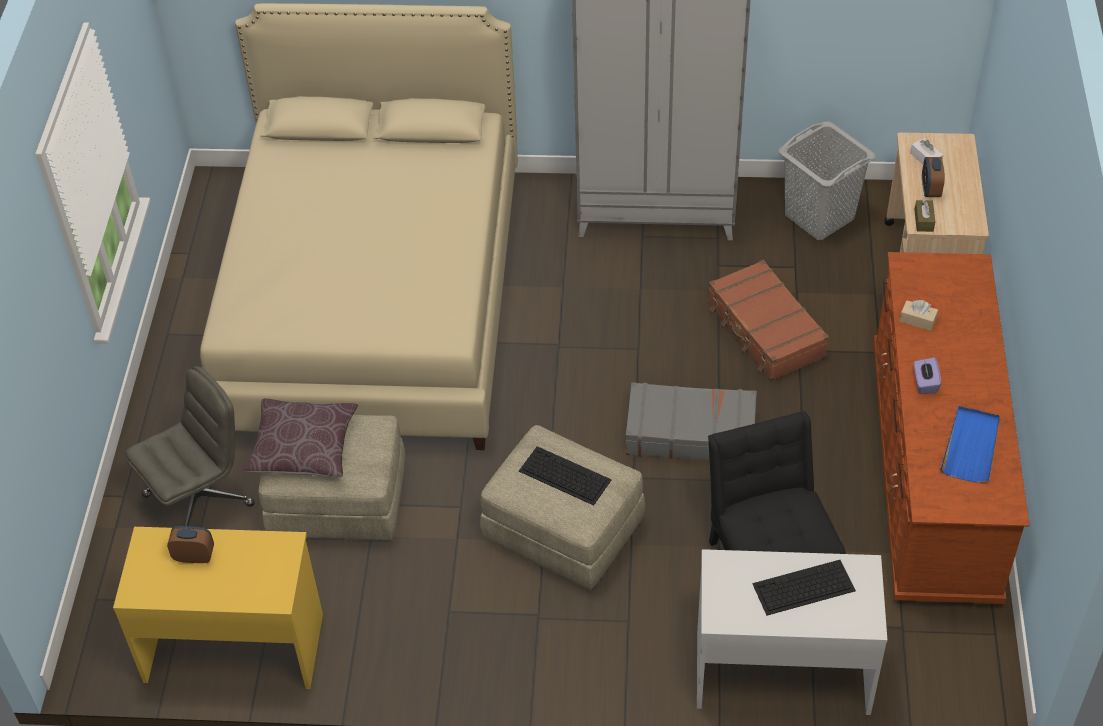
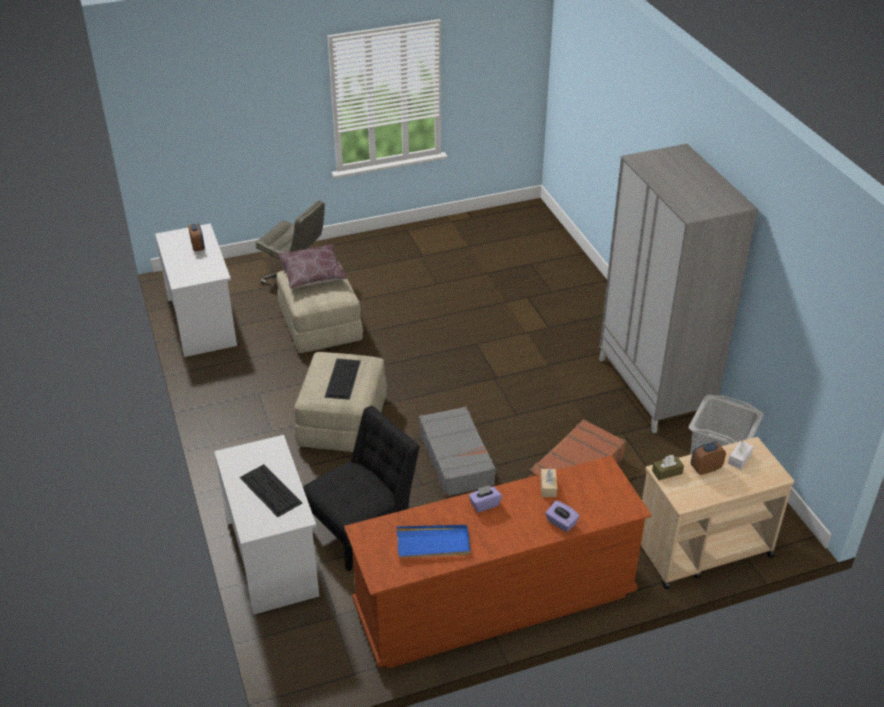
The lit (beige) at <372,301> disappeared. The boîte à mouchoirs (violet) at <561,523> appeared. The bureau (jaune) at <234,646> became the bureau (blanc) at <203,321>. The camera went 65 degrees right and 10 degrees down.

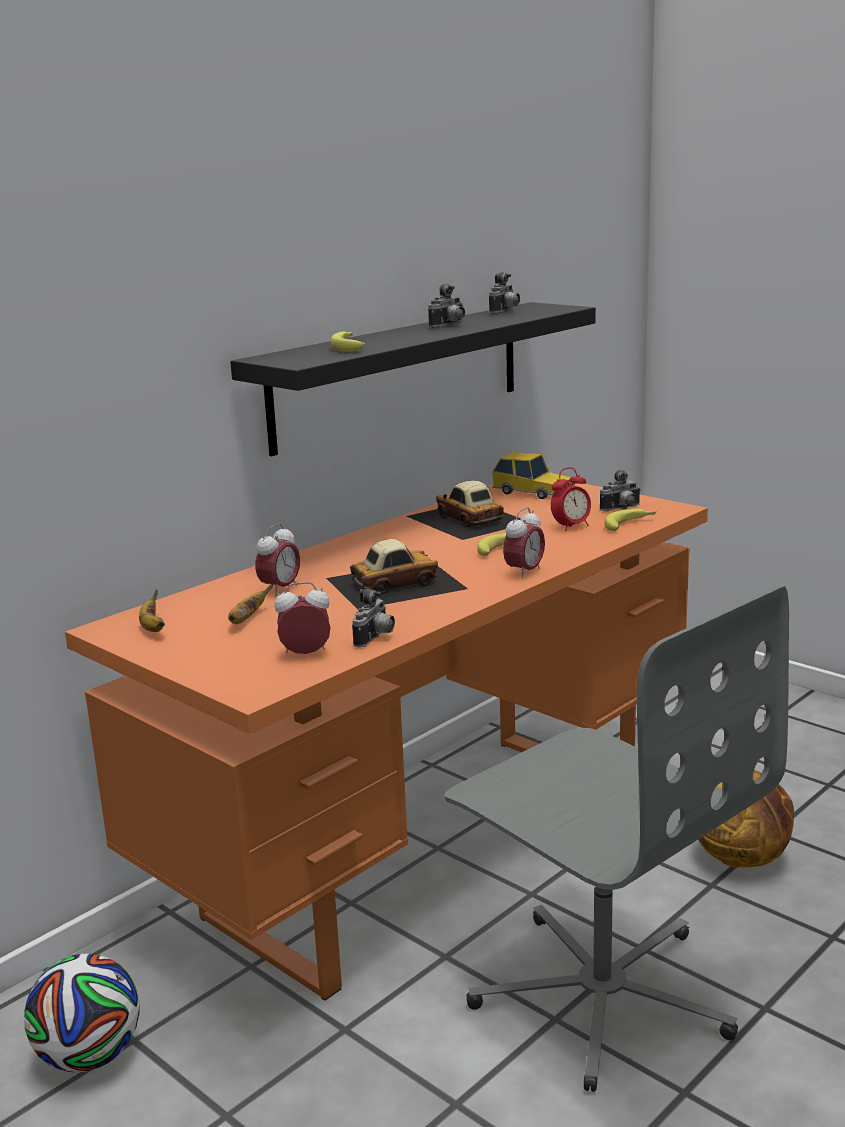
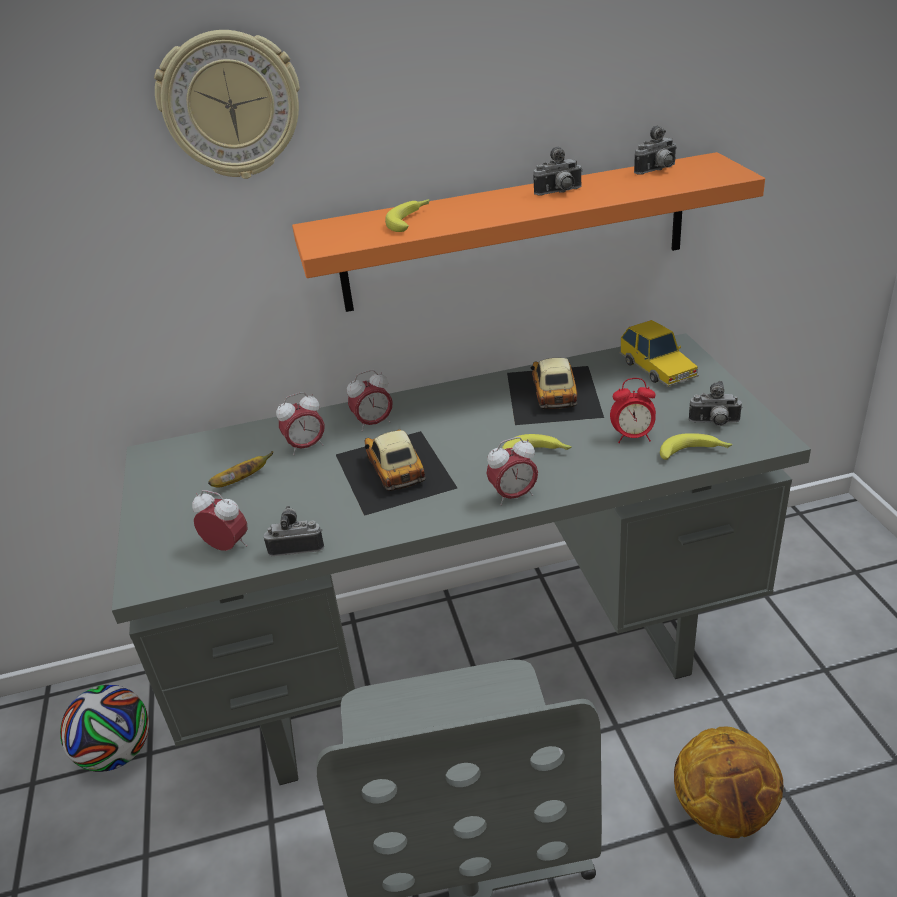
The banane at <152,628> disappeared. The horloge murale at <231,106> appeared. The réveil at <373,424> appeared. The bureau (orange) at <433,846> became the bureau (gris) at <472,665>. The étagère (noir) at <400,374> became the étagère (orange) at <515,233>. The petite voiture at <394,583> turned 120 degrees counterclockwise. The appareil photo at <376,638> turned 150 degrees counterclockwise. The camera went 35 degrees right and 15 degrees up.

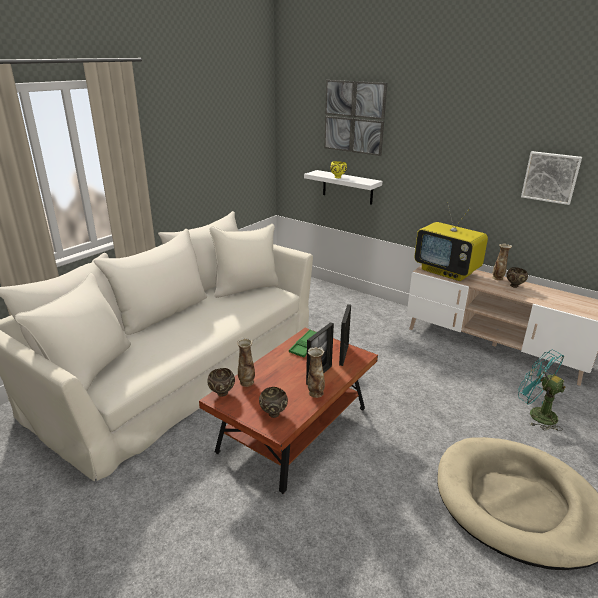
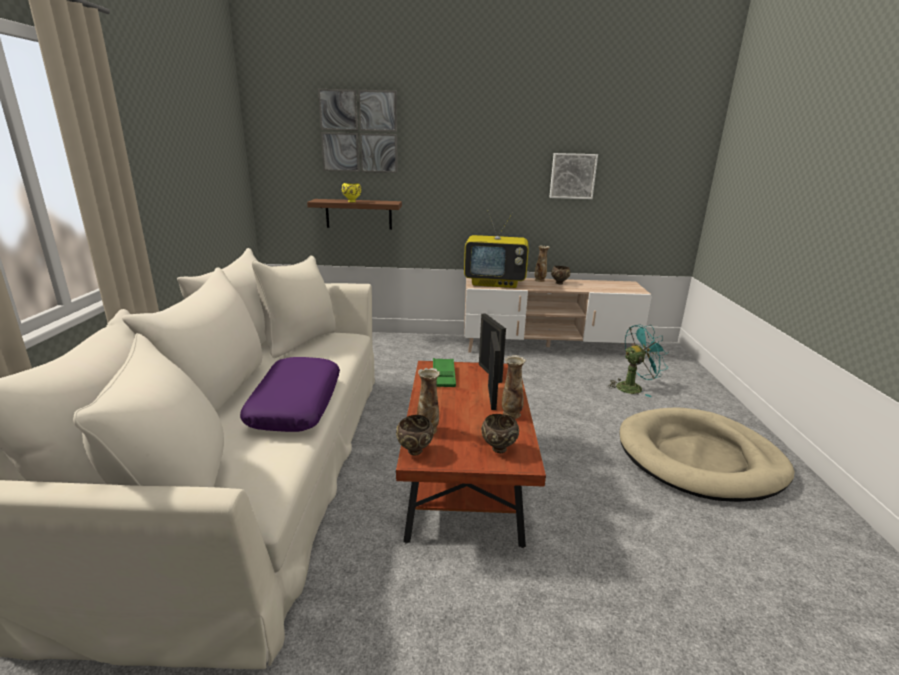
The coussin (violet) at <295,404> appeared. The étagère (blanc) at <347,187> became the étagère (marron) at <358,214>. The ventilateur (turquoise) at <536,414> turned 150 degrees clockwise. The camera went 35 degrees left and 5 degrees down.

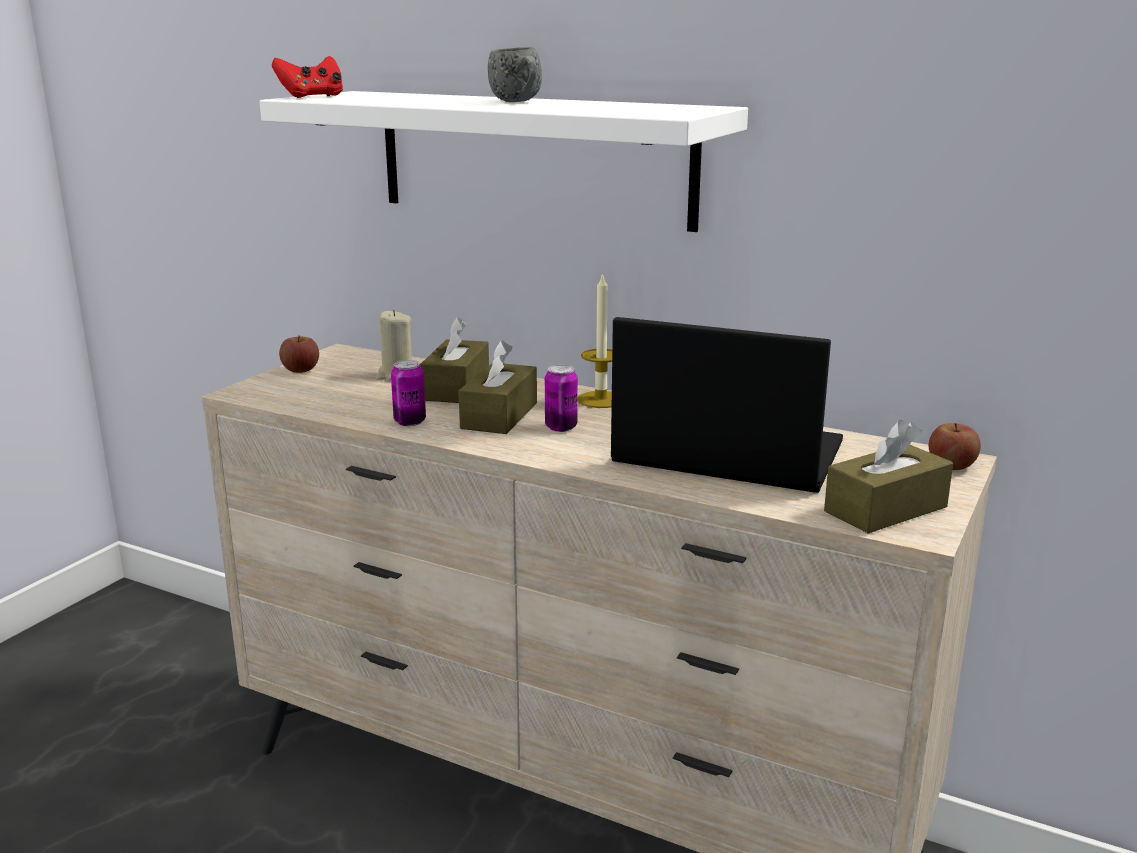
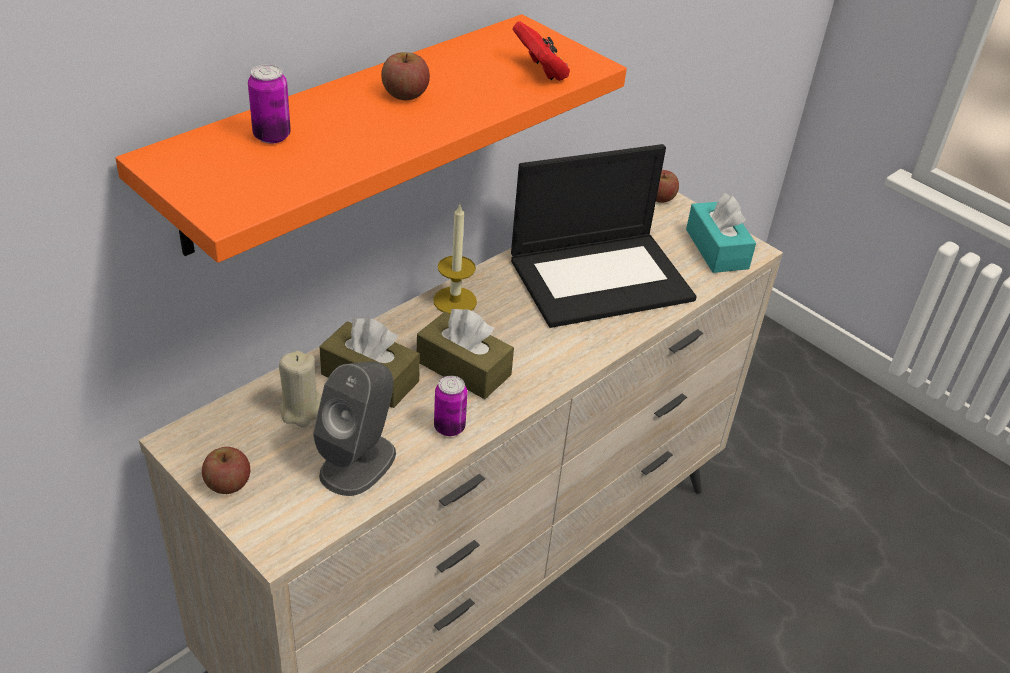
The enceinte (gris) at <358,462> appeared. The manette (rouge) moved from <312,96> to <541,71>. The boîte métallique moved from <561,427> to <272,136>. The mug (gris) at <519,102> was replaced by the pomme at <405,94>. The étagère (blanc) at <533,158> became the étagère (orange) at <346,132>. The boîte à mouchoirs (marron) at <885,509> became the boîte à mouchoirs (turquoise) at <716,249>. The ordinateur portable at <725,453> turned 150 degrees counterclockwise. The camera went 75 degrees left and 20 degrees up.

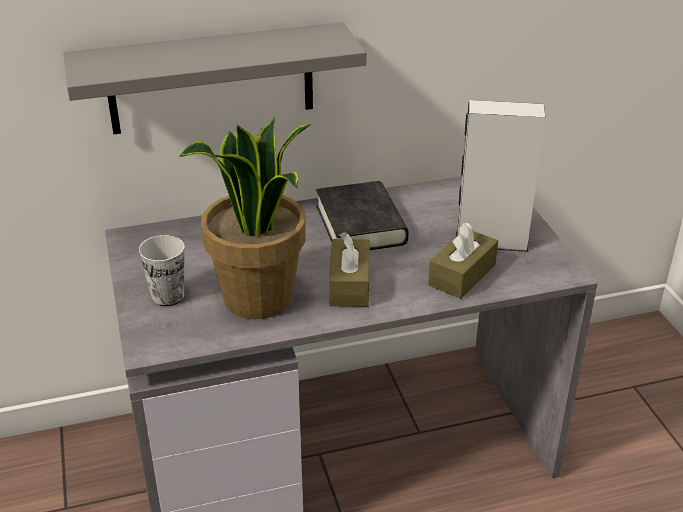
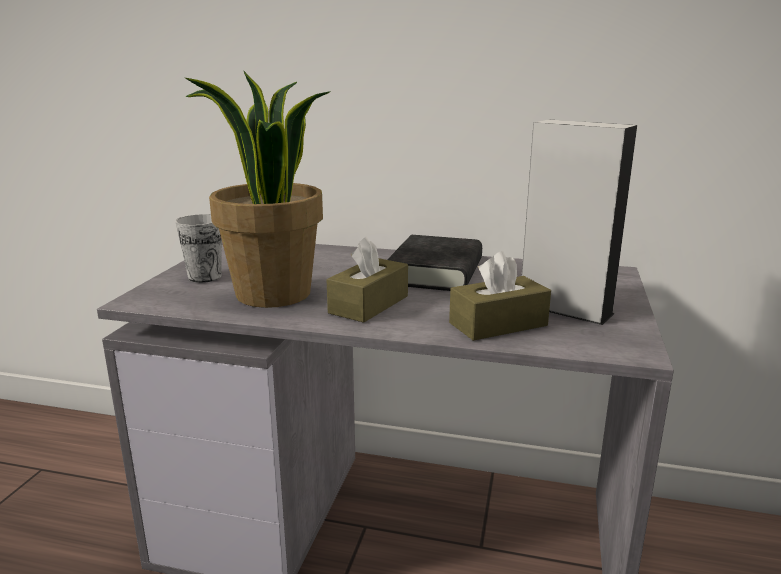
The étagère (gris) at <211,79> disappeared. The camera went 30 degrees right and 15 degrees down.

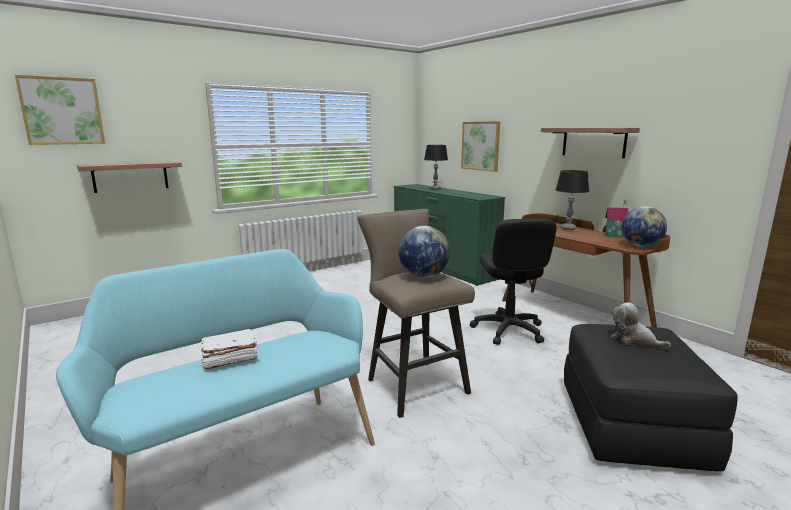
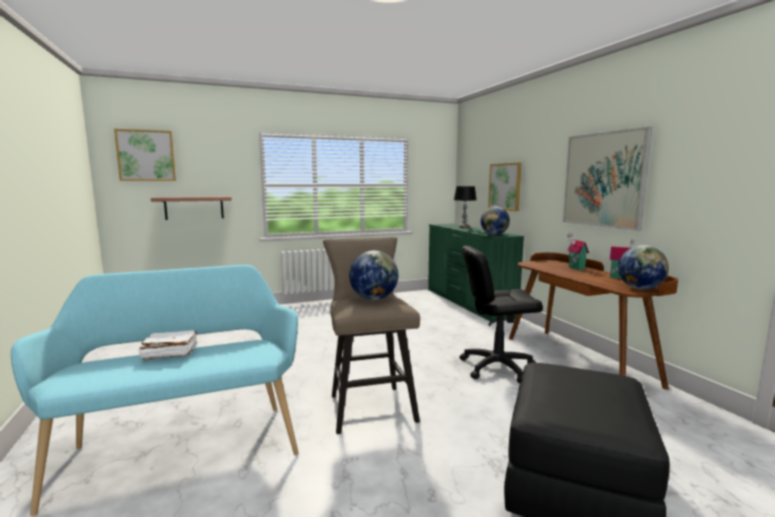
The peluche at <634,340> disappeared. The globe at <494,235> appeared. The étagère at <593,142> was replaced by the tableau at <603,180>. The lampe de table at <568,228> was replaced by the maison miniature at <575,268>. The chaise de bureau (noir) at <508,330> turned 75 degrees clockwise. The camera went 15 degrees right and 5 degrees down.

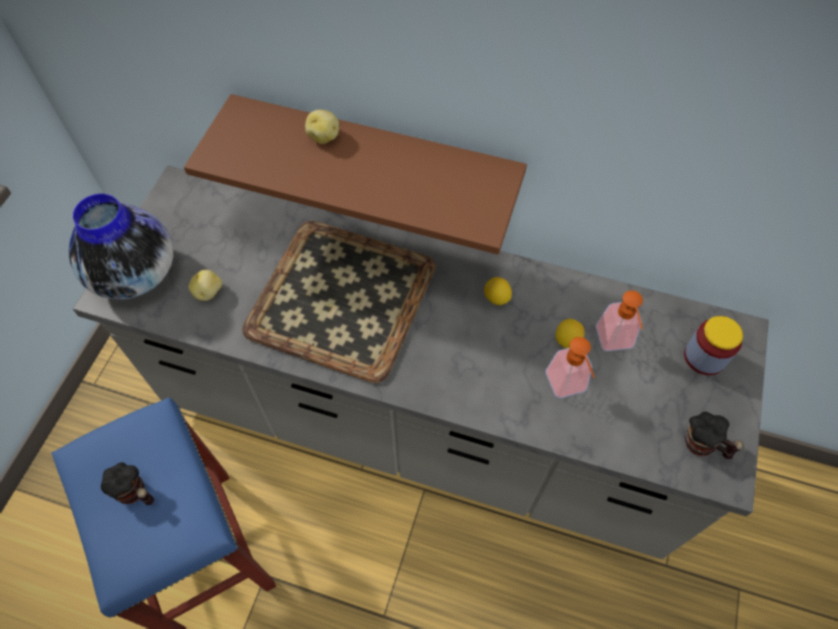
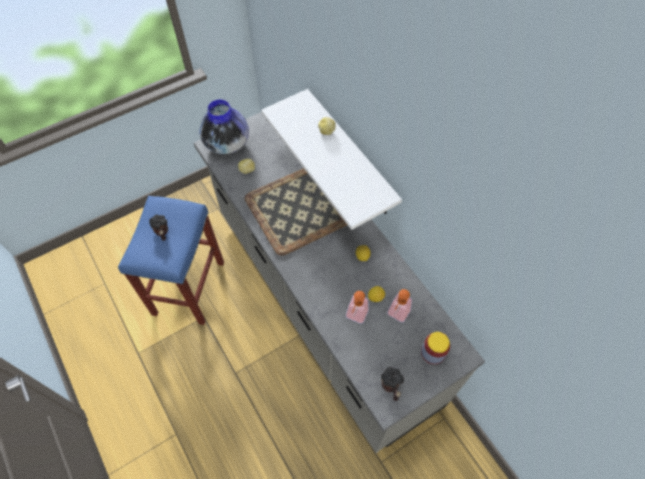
The étagère (marron) at <376,157> became the étagère (blanc) at <350,155>. The camera went 40 degrees right and 0 degrees up.

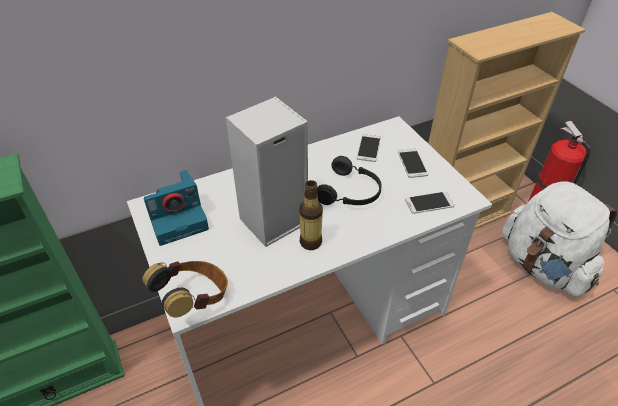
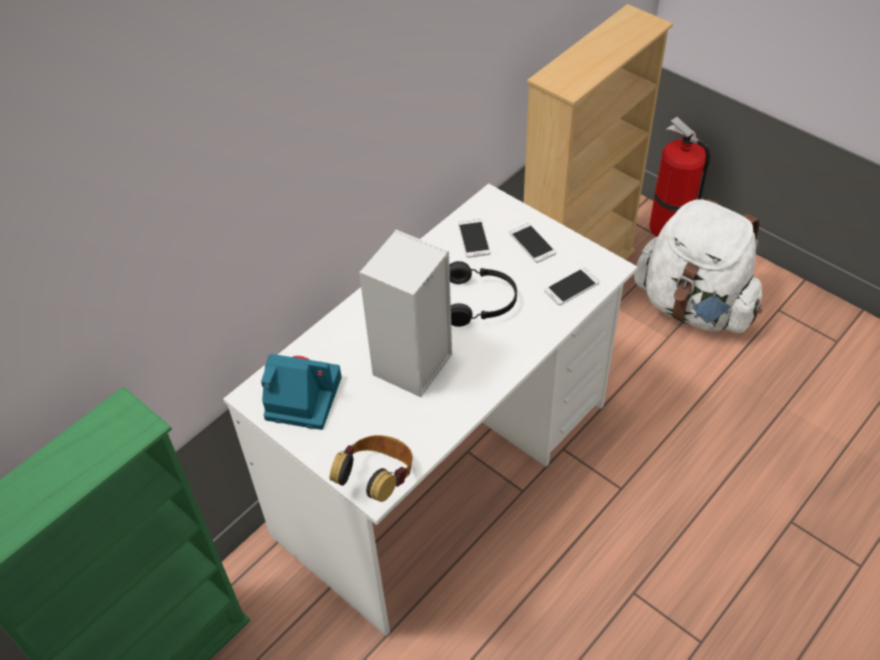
The bouteille at <310,242> disappeared. The appareil photo at <178,218> turned 120 degrees counterclockwise. The camera went 20 degrees left and 5 degrees up.

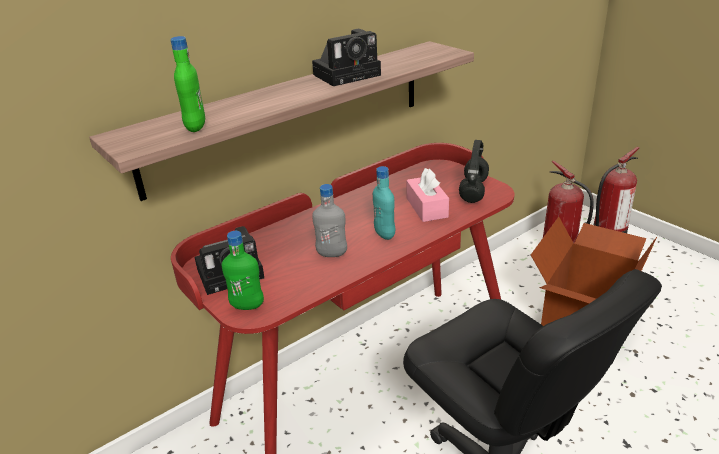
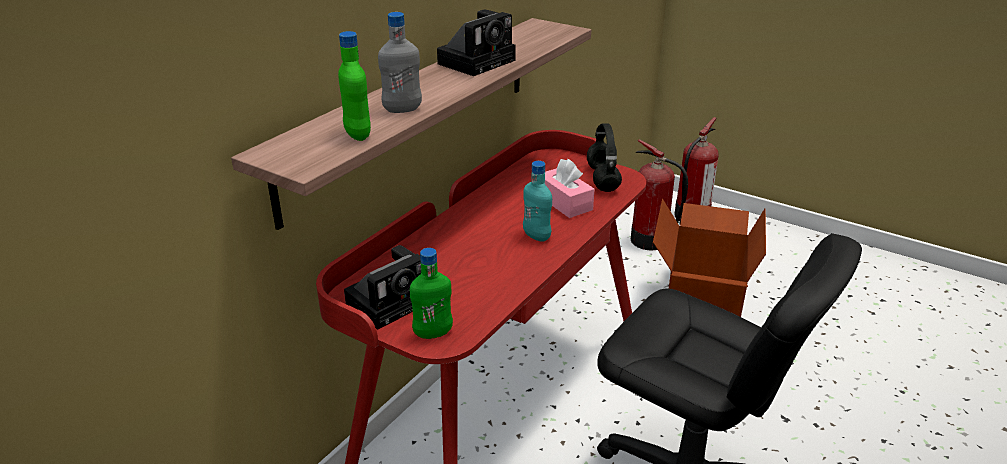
The bouteille (gris) moved from <332,254> to <402,109>. The camera went 20 degrees left and 0 degrees up.

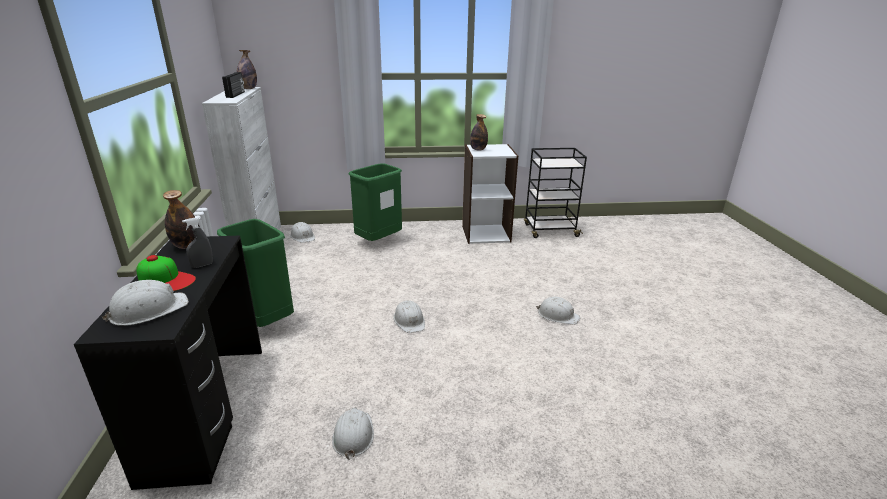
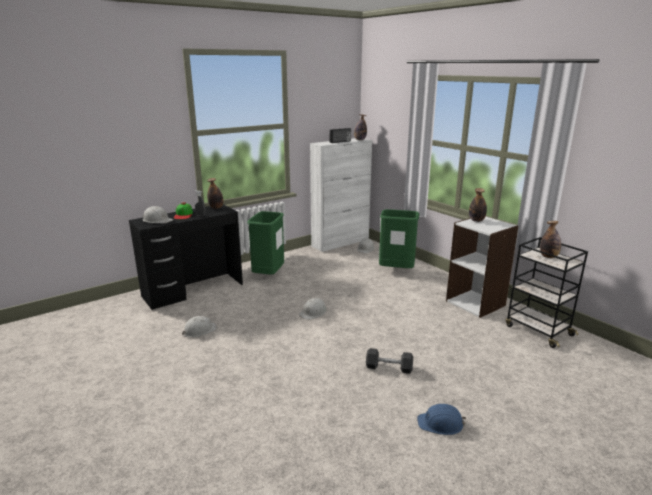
The casque de chantier (bleu) at <441,424> appeared. The bouteille at <548,257> appeared. The casque de chantier (blanc) at <557,315> was replaced by the haltère (gris) at <389,367>. The camera went 60 degrees right and 5 degrees down.

